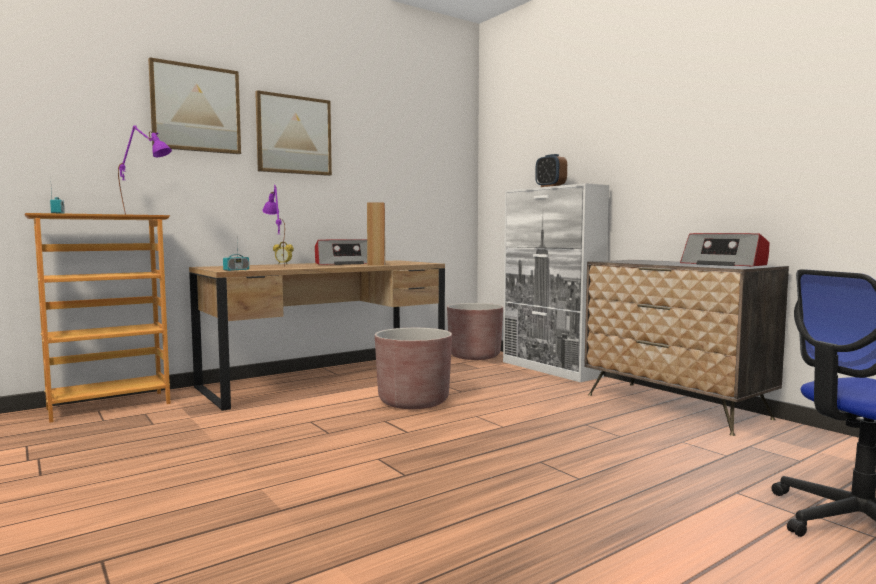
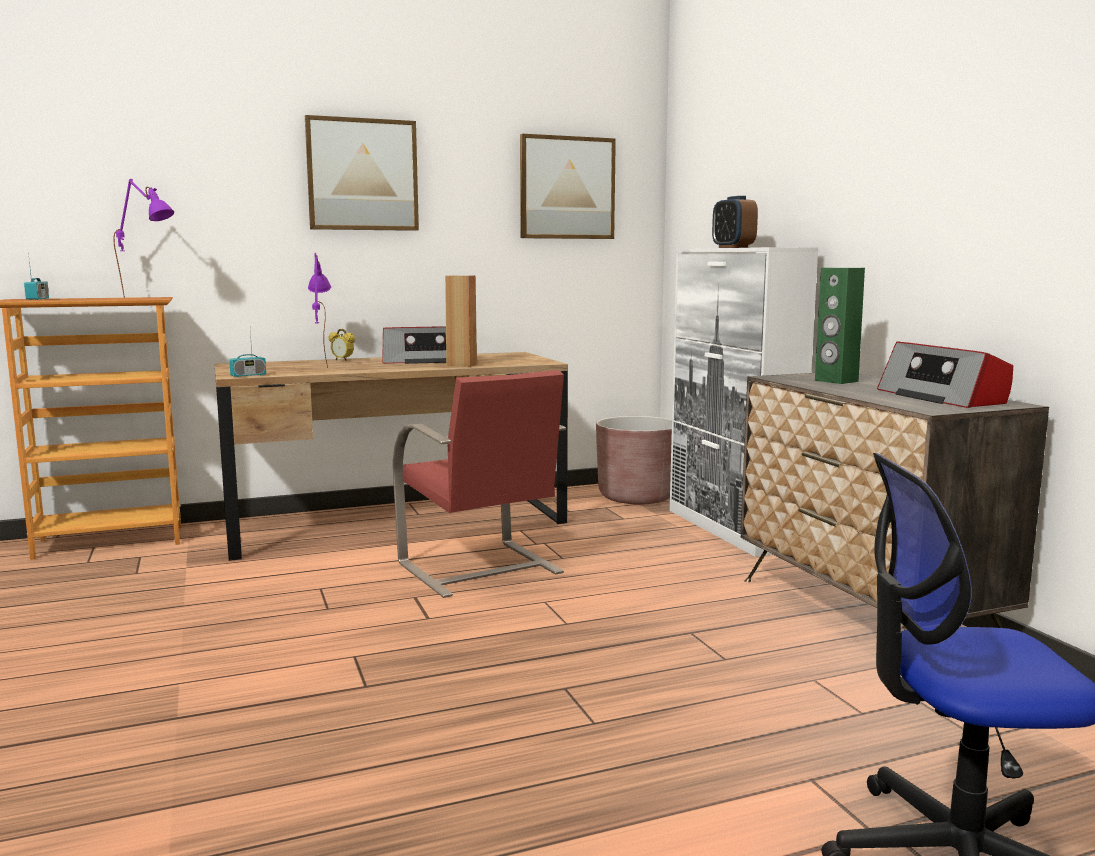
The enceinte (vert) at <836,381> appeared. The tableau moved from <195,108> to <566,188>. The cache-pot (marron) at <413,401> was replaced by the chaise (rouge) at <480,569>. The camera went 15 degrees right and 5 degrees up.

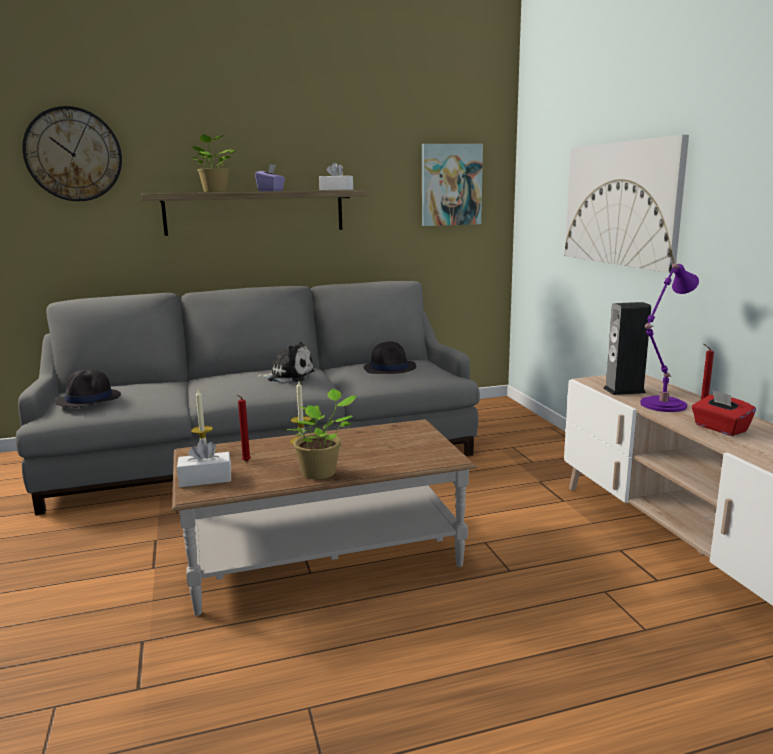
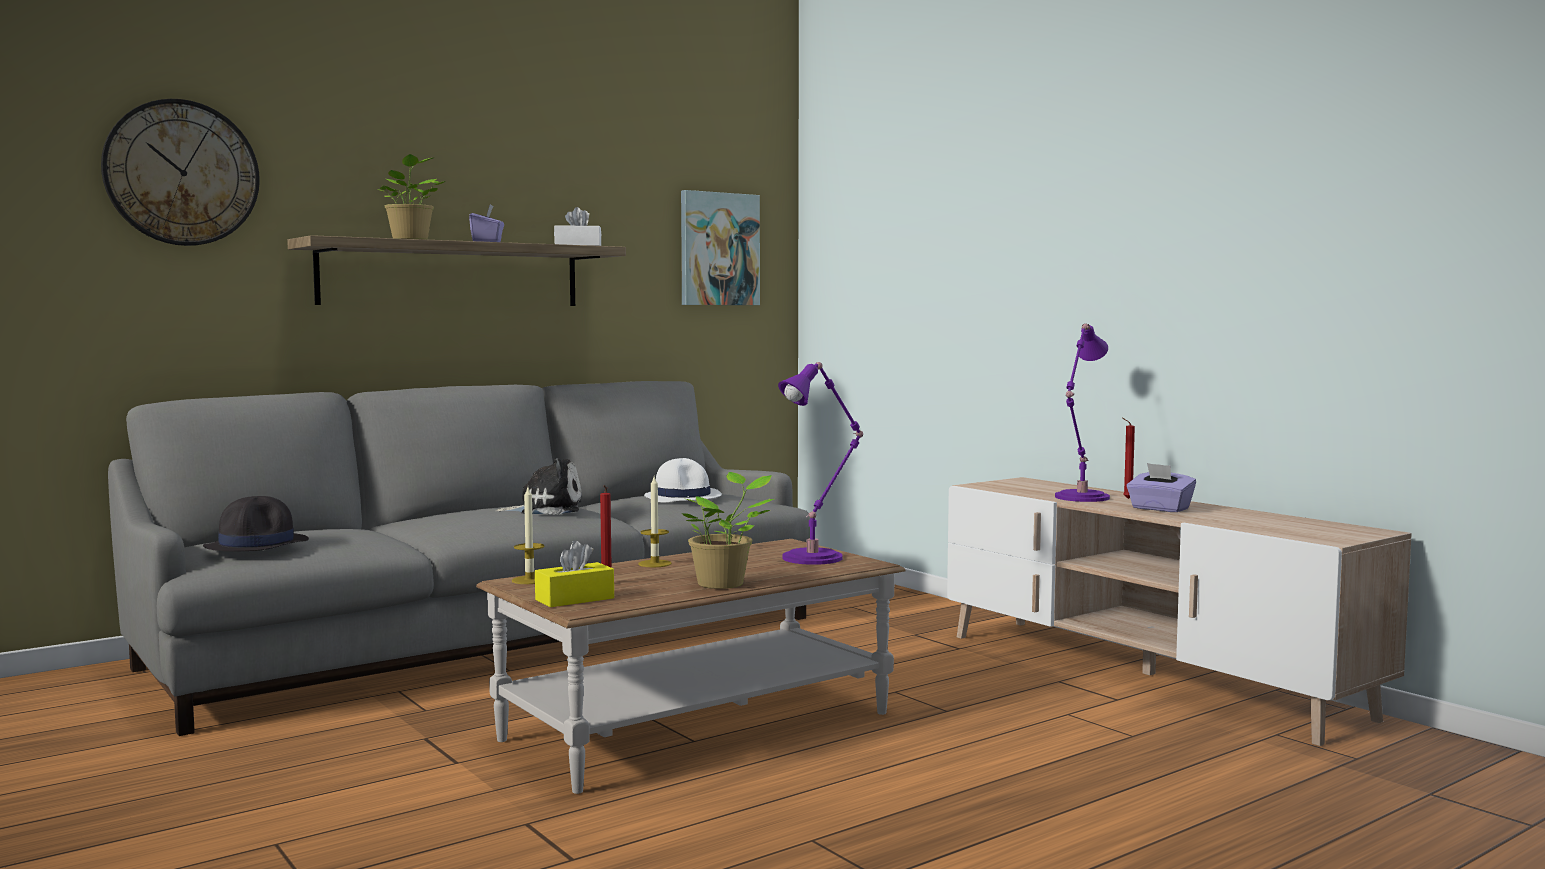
The tableau at <621,204> disappeared. The enceinte at <624,390> disappeared. The lampe de table (violet) at <816,557> appeared. The boîte à mouchoirs (blanc) at <205,479> became the boîte à mouchoirs (jaune) at <574,599>. The chapeau (noir) at <390,368> became the chapeau (blanc) at <683,497>. The boîte à mouchoirs (rouge) at <720,428> became the boîte à mouchoirs (violet) at <1159,509>. The camera went 20 degrees left and 10 degrees down.

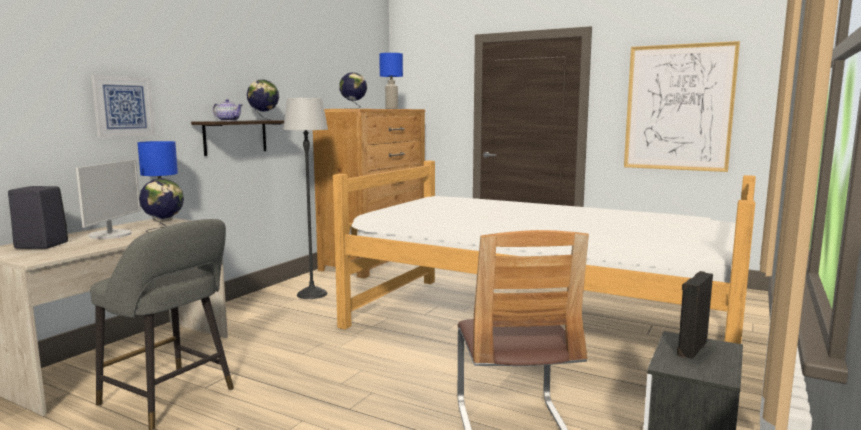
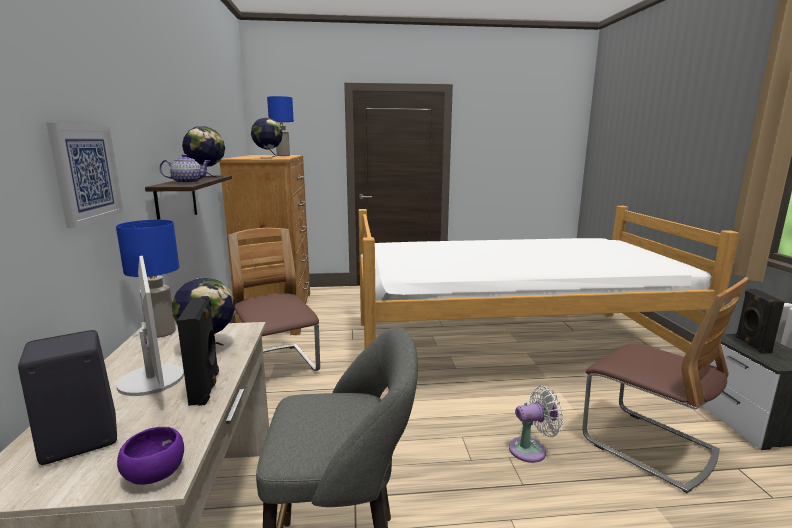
The tableau at <678,108> disappeared. The bol (violet) at <156,475> appeared. The enceinte (noir) at <206,388> appeared. The ventilateur (blanc) at <531,449> appeared. The lampadaire at <312,294> was replaced by the chaise at <277,367>. The camera went 35 degrees left and 5 degrees up.

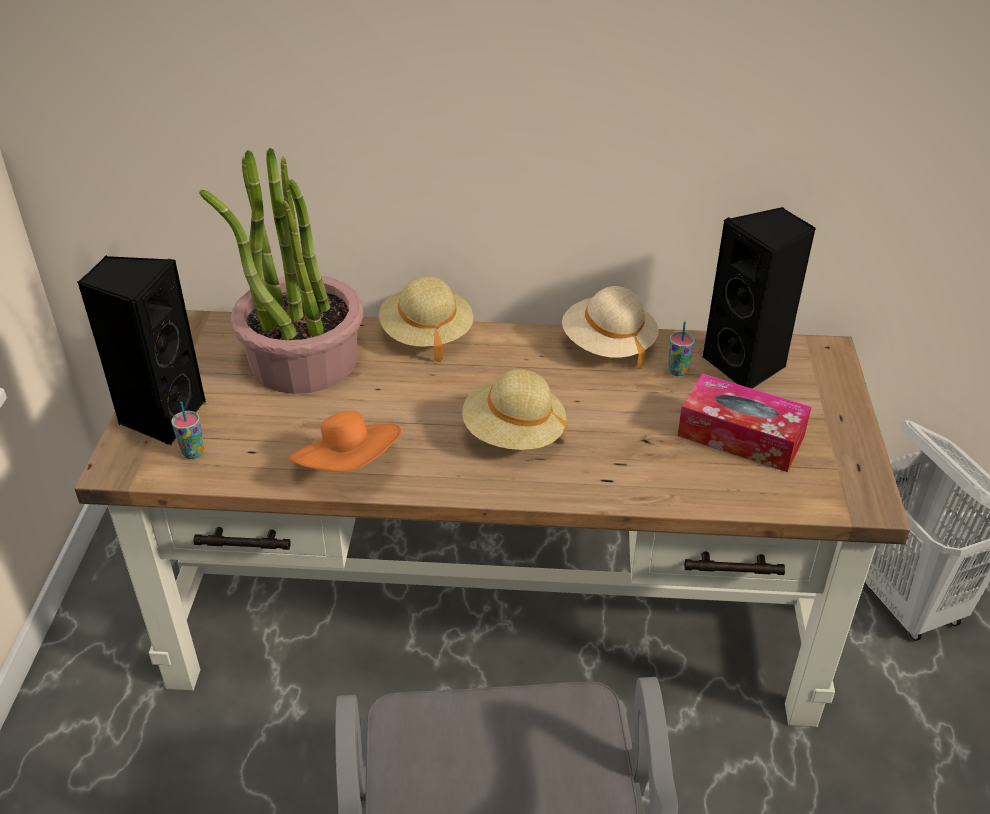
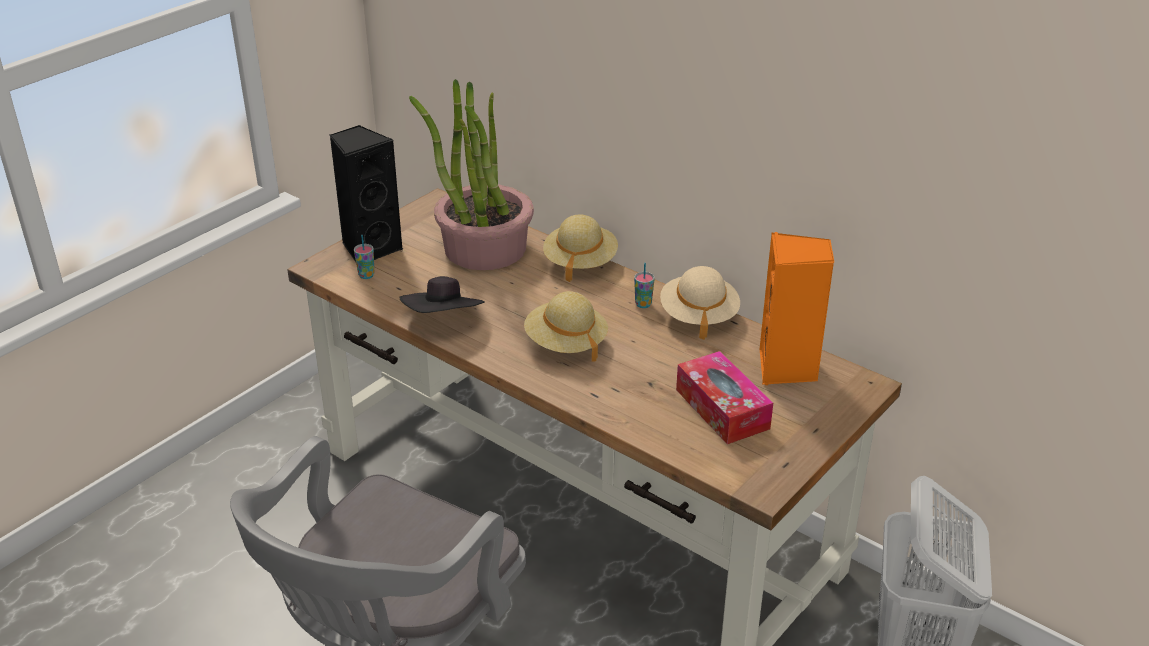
The tasse moved from <678,371> to <643,304>. The chapeau (orange) at <350,467> became the chapeau (noir) at <444,320>. The enceinte (noir) at <747,366> became the enceinte (orange) at <787,369>. The camera went 35 degrees right and 5 degrees down.

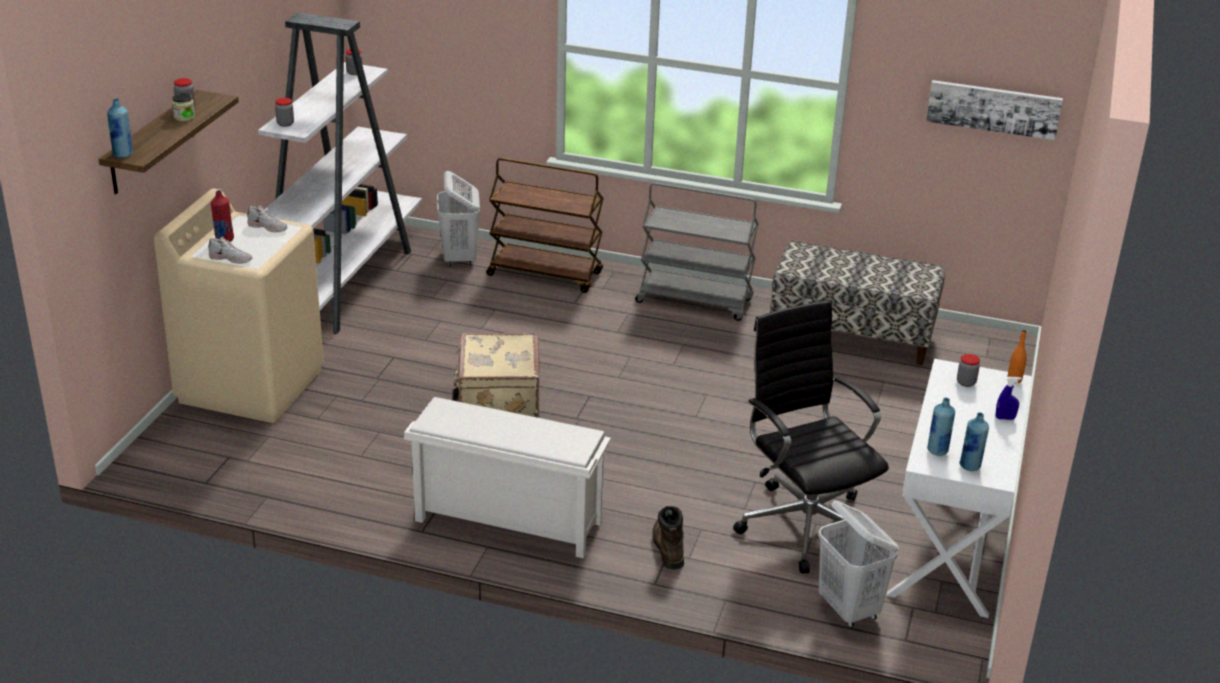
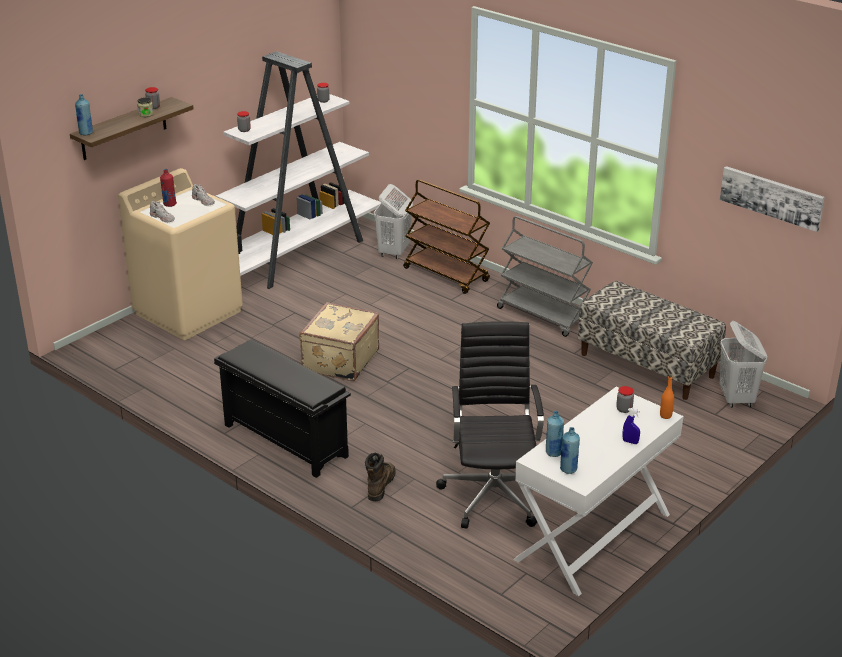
The panier à linge (blanc) moved from <849,609> to <736,398>. The étagère à chaussures (blanc) at <506,522> became the étagère à chaussures (noir) at <283,440>. The camera went 25 degrees right and 0 degrees up.

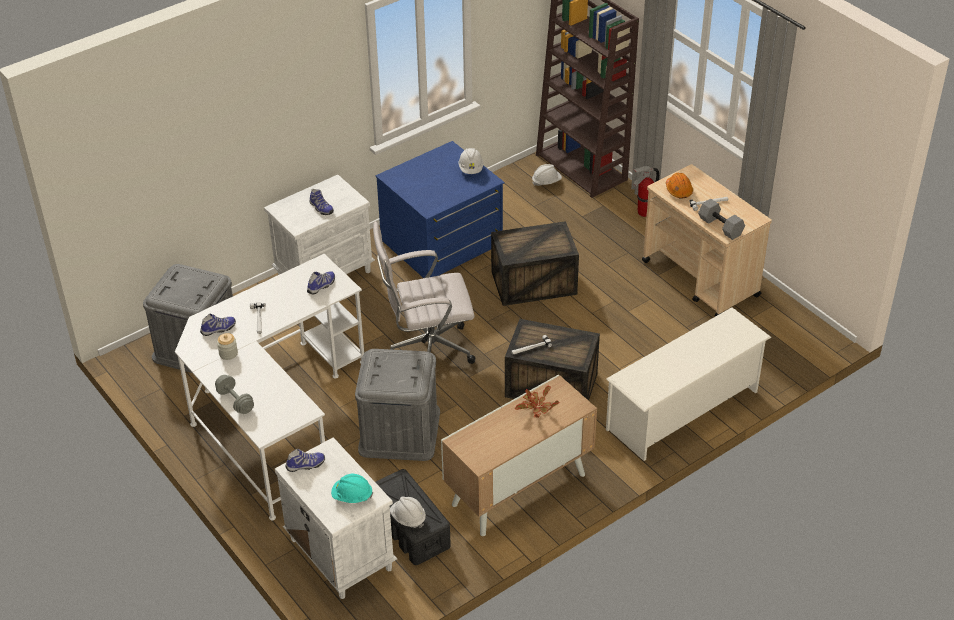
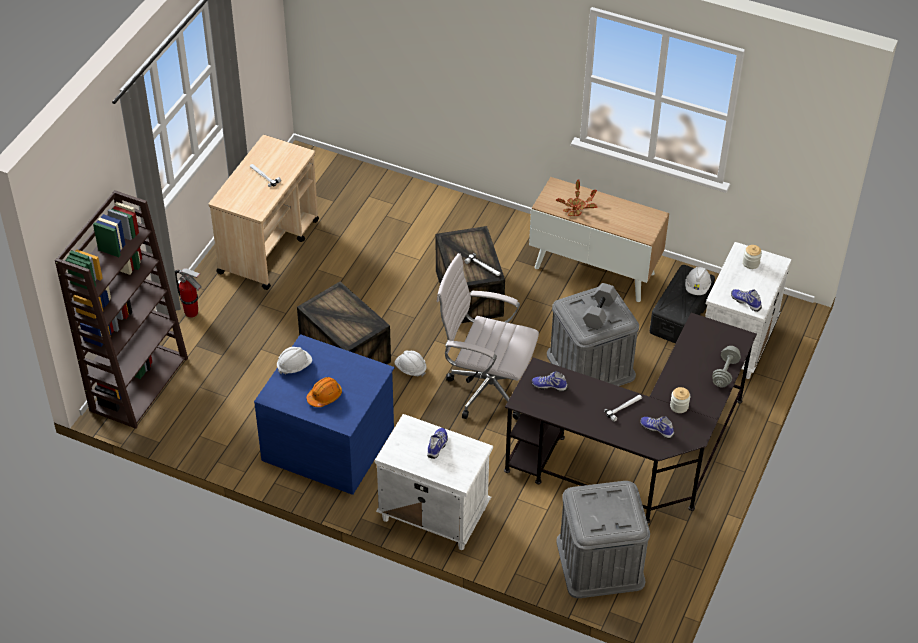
The étagère à chaussures (blanc) at <683,410> disappeared. The casque de chantier (blanc) moved from <546,182> to <410,369>. The casque de chantier (orange) moved from <678,190> to <324,396>. The haltère (gris) moved from <719,227> to <600,313>. The casque de chantier (turquoise) at <352,496> was replaced by the bocal at <751,263>. The bureau (blanc) at <273,415> became the bureau (noir) at <637,457>. The chaise de bureau (blanc) at <427,351> turned 150 degrees clockwise. The camera went 120 degrees left and 5 degrees up.

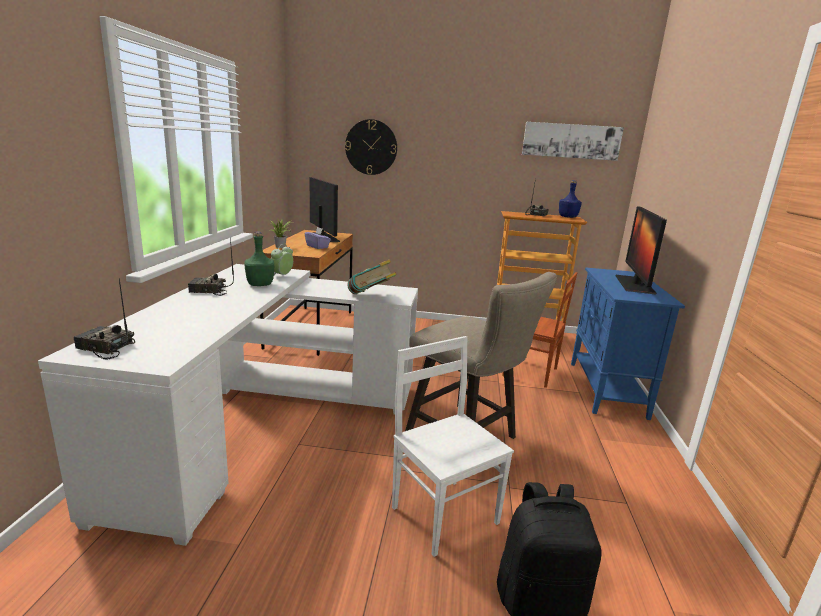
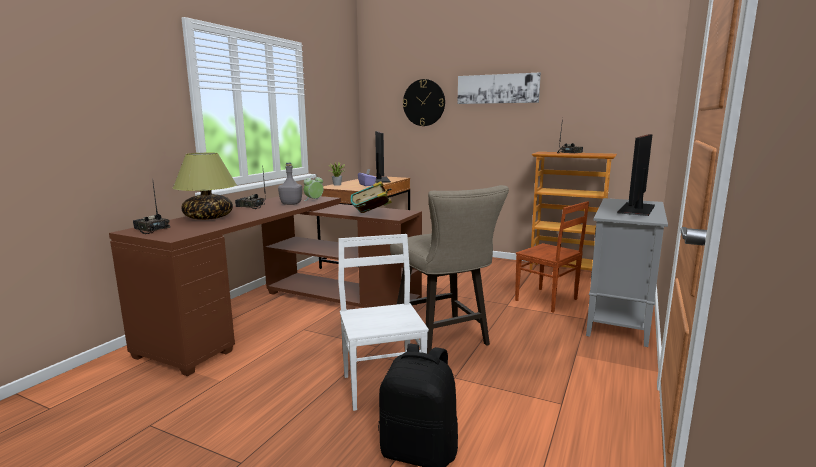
The bouteille (bleu) at <568,217> disappeared. The lampe de table at <208,218> appeared. The tableau moved from <571,141> to <497,89>. The bureau (blanc) at <262,422> became the bureau (marron) at <287,313>. The bouteille (vert) at <260,284> became the bouteille (gris) at <291,204>. The meuble de rangement (bleu) at <607,389> became the meuble de rangement (gris) at <619,319>. The camera went 20 degrees right and 5 degrees down.

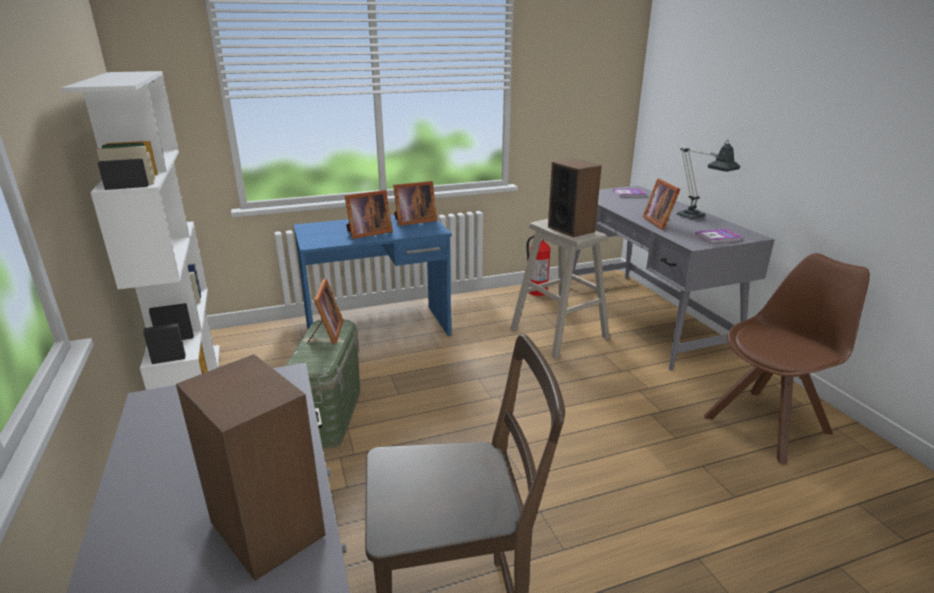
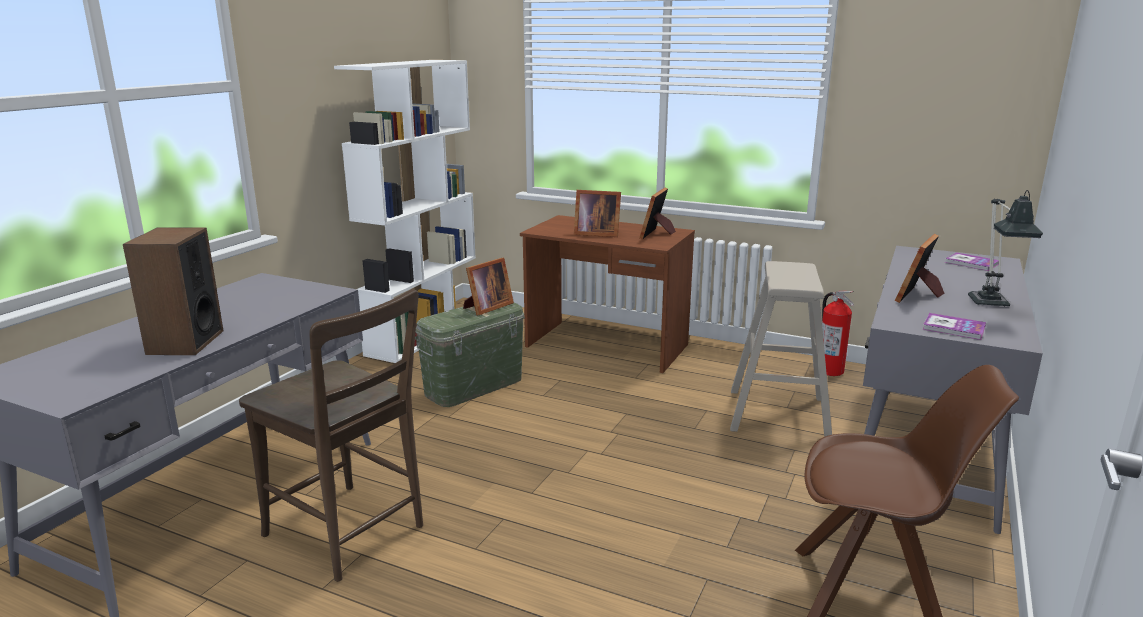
The enceinte at <571,229> disappeared. The bureau (bleu) at <378,331> became the bureau (marron) at <606,346>. The cadre photo at <413,221> turned 90 degrees clockwise. The camera went 45 degrees right and 5 degrees down.

